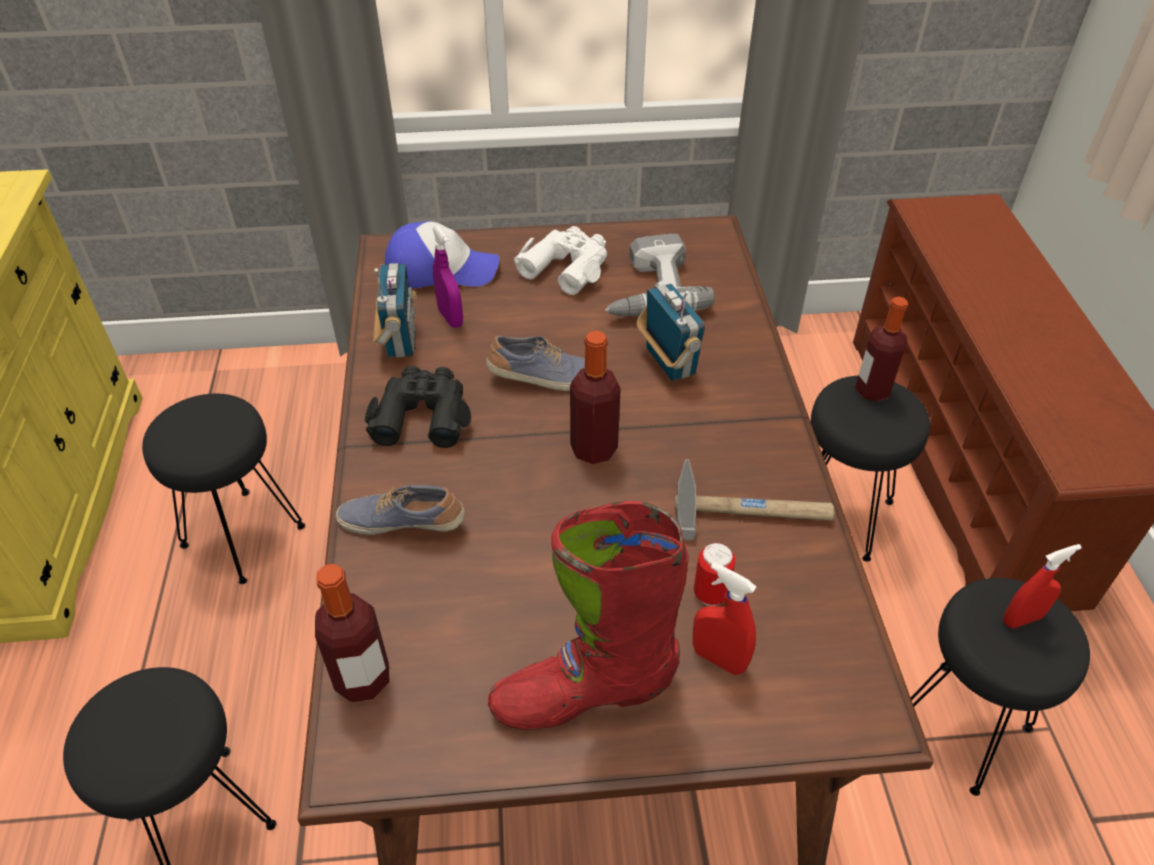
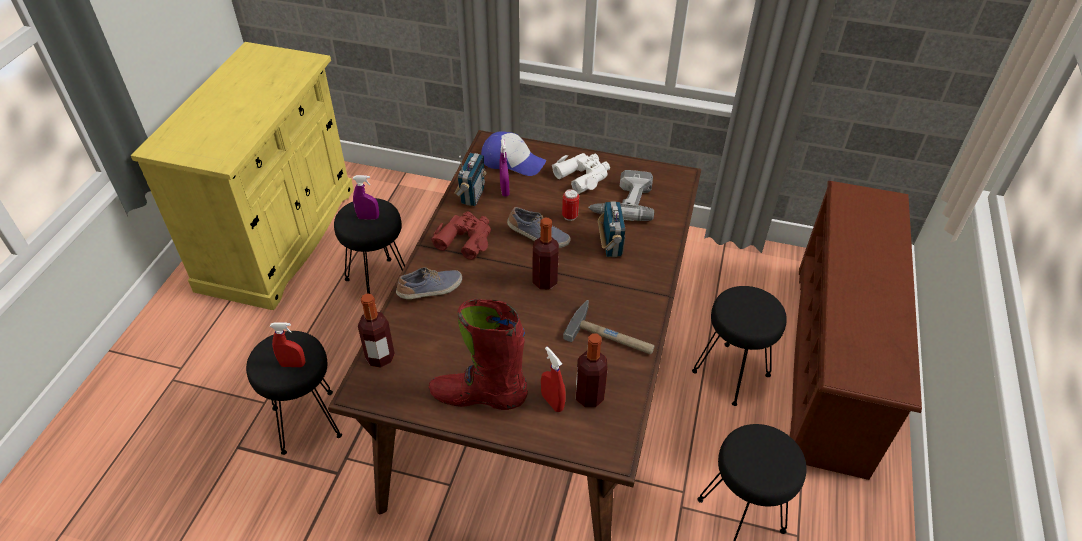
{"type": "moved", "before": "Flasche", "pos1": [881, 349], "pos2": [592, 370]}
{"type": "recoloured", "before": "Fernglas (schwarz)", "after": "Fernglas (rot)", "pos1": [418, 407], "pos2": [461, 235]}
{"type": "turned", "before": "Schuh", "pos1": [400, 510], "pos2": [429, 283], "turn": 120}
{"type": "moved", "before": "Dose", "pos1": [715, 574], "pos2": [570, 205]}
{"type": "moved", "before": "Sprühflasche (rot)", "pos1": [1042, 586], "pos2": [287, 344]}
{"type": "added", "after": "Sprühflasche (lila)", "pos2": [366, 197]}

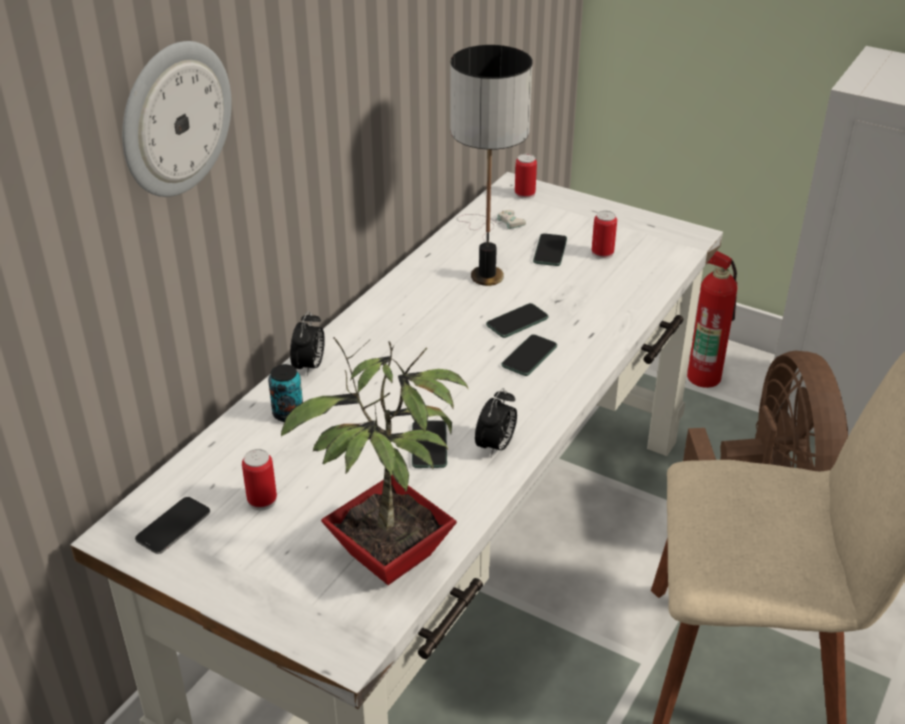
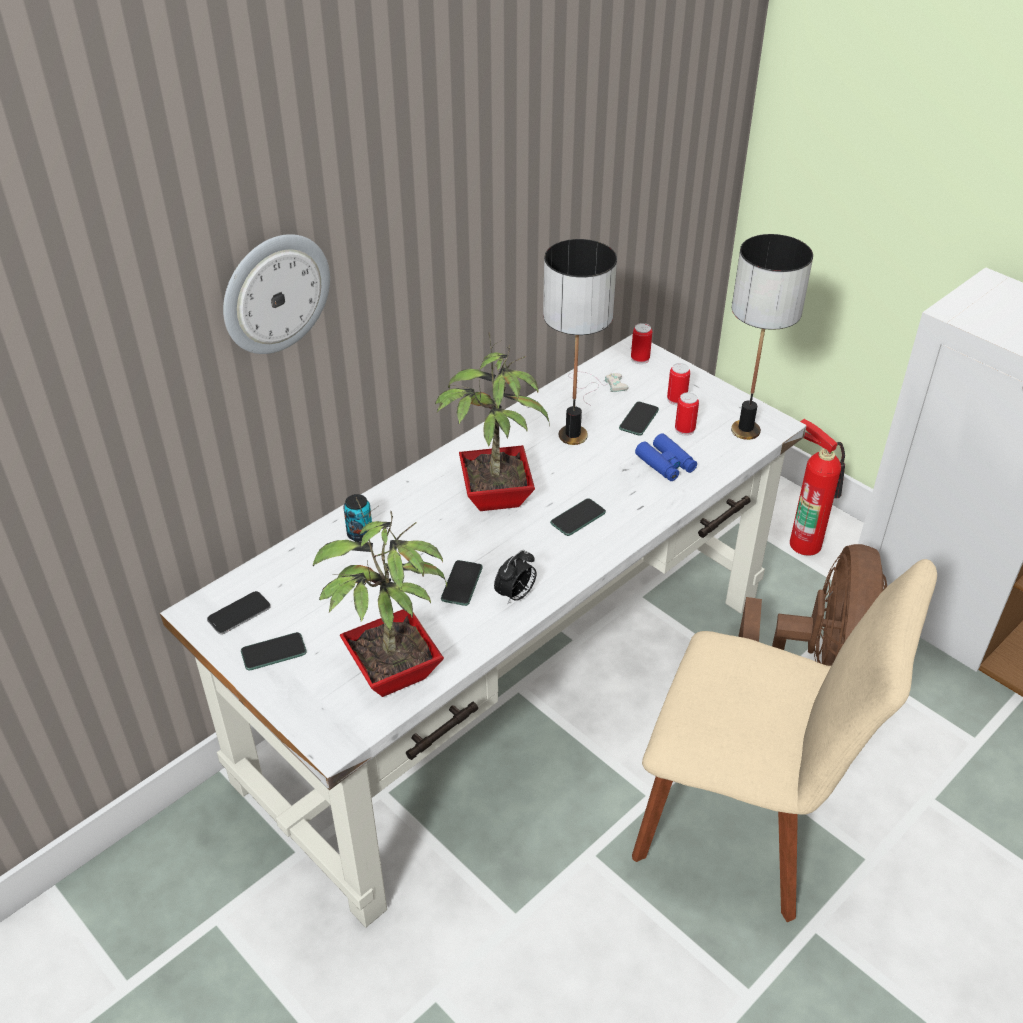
{"type": "moved", "before": "Handy", "pos1": [517, 320], "pos2": [274, 651]}
{"type": "removed", "before": "Wecker", "pos1": [307, 344]}
{"type": "moved", "before": "Dose", "pos1": [259, 479], "pos2": [678, 384]}
{"type": "added", "after": "Tischlampe", "pos2": [772, 337]}
{"type": "added", "after": "Topfpflanze", "pos2": [492, 422]}
{"type": "added", "after": "Fernglas (blau)", "pos2": [666, 457]}

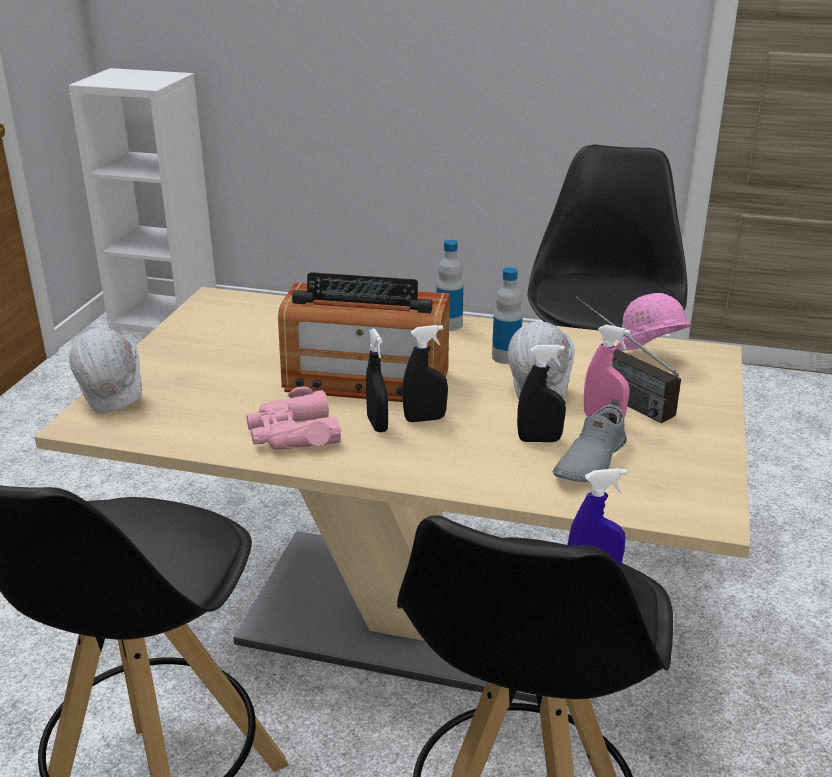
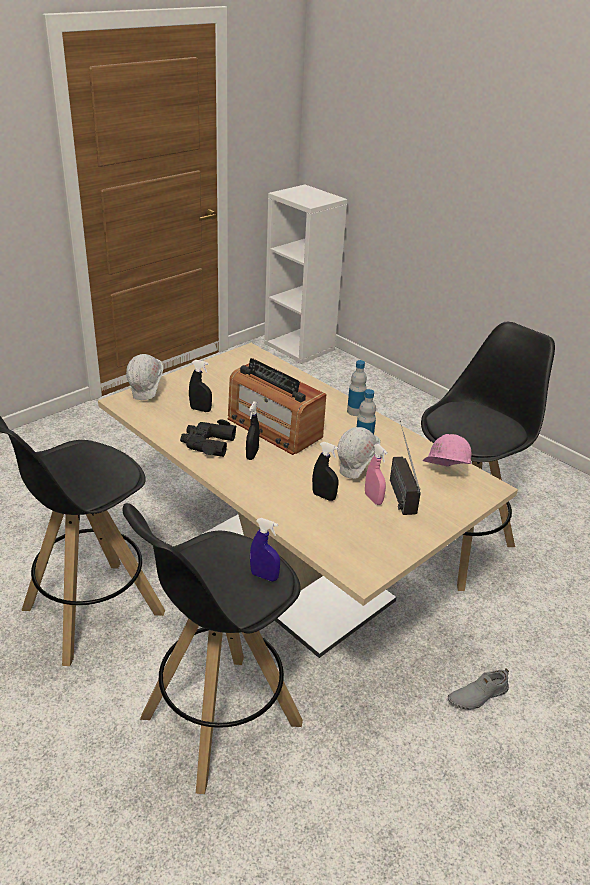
{"type": "moved", "before": "Sprühflasche (schwarz)", "pos1": [425, 373], "pos2": [200, 386]}
{"type": "recoloured", "before": "Fernglas (rosa)", "after": "Fernglas (schwarz)", "pos1": [293, 418], "pos2": [208, 438]}
{"type": "moved", "before": "Schuh (grau)", "pos1": [590, 440], "pos2": [478, 689]}

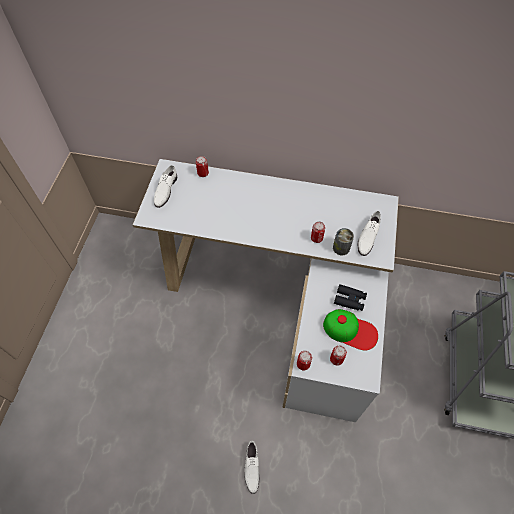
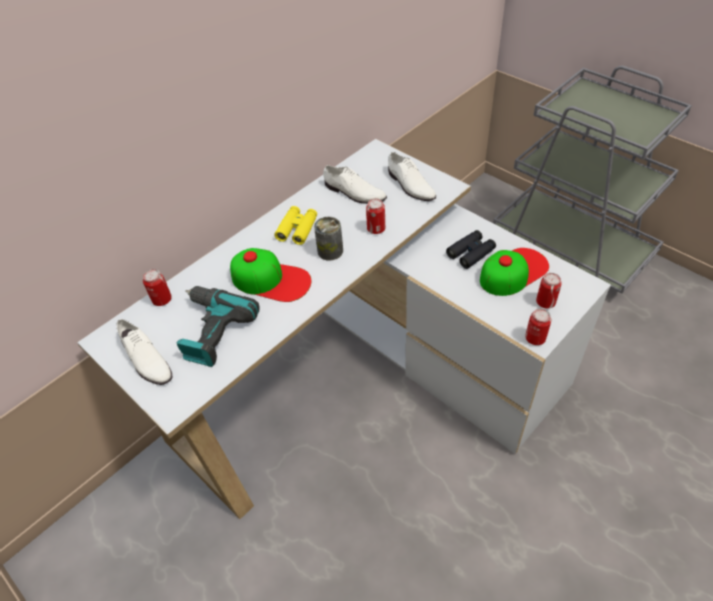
{"type": "moved", "before": "Dose", "pos1": [343, 242], "pos2": [328, 239]}
{"type": "moved", "before": "Schuh (weiß)", "pos1": [251, 467], "pos2": [355, 184]}
{"type": "added", "after": "Fernglas (gelb)", "pos2": [295, 225]}
{"type": "added", "after": "Kappe", "pos2": [270, 275]}
{"type": "added", "after": "Bohrmaschine", "pos2": [218, 326]}

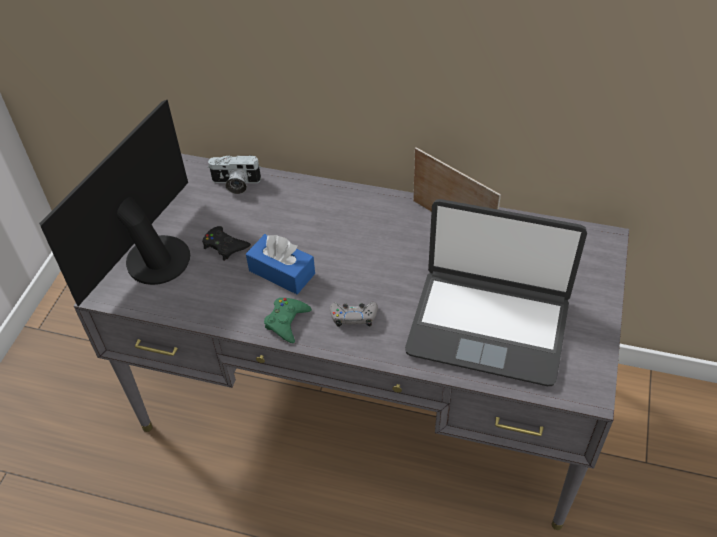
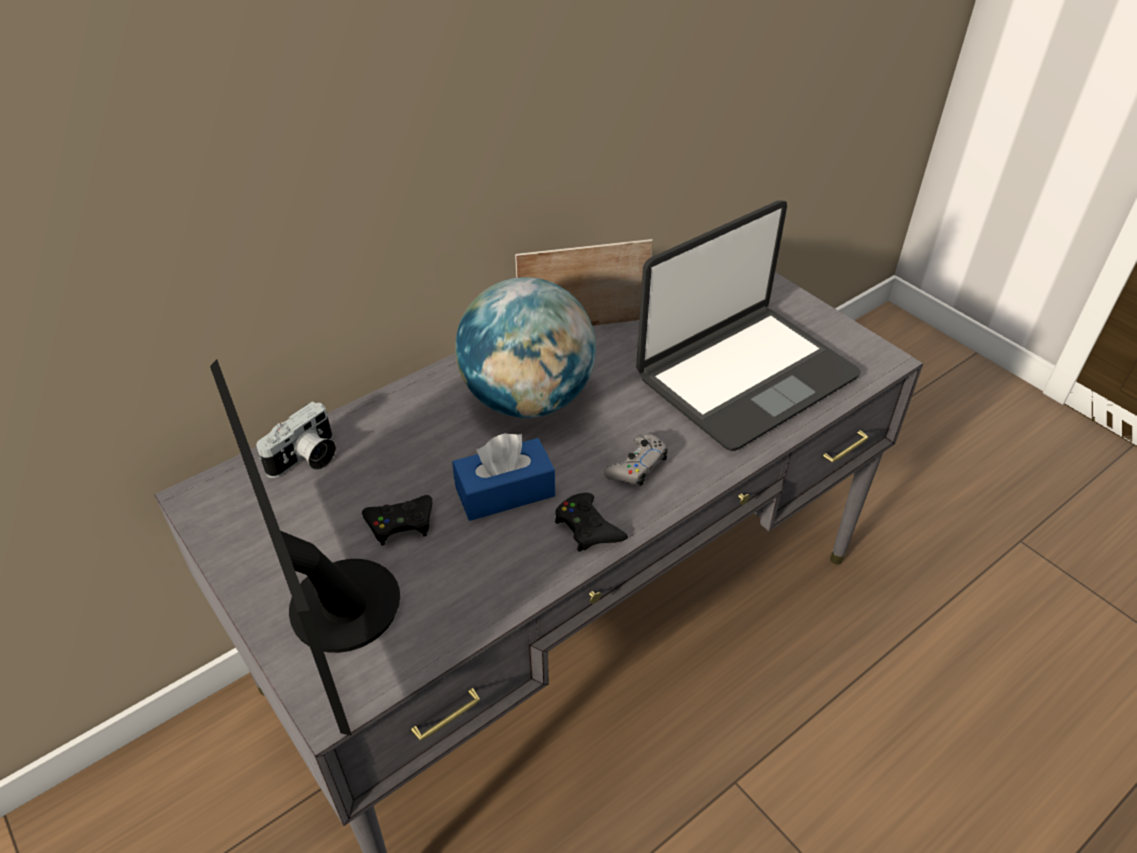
{"type": "recoloured", "before": "Gamepad (grün)", "after": "Gamepad (schwarz)", "pos1": [288, 320], "pos2": [591, 522]}
{"type": "added", "after": "Globus", "pos2": [525, 347]}

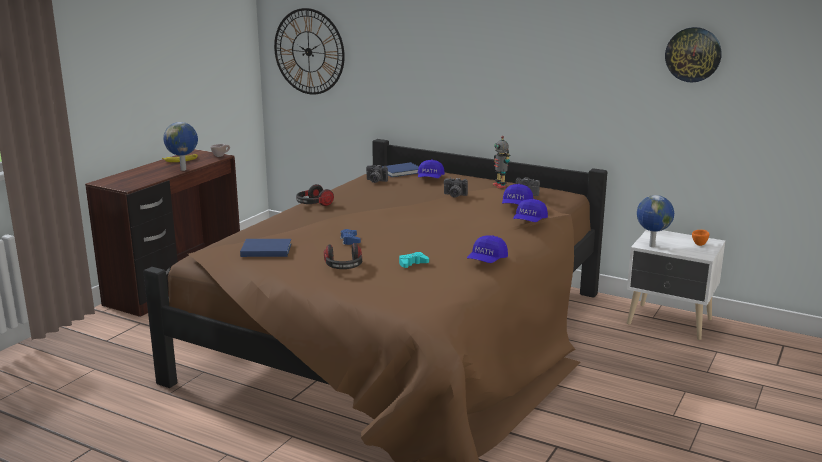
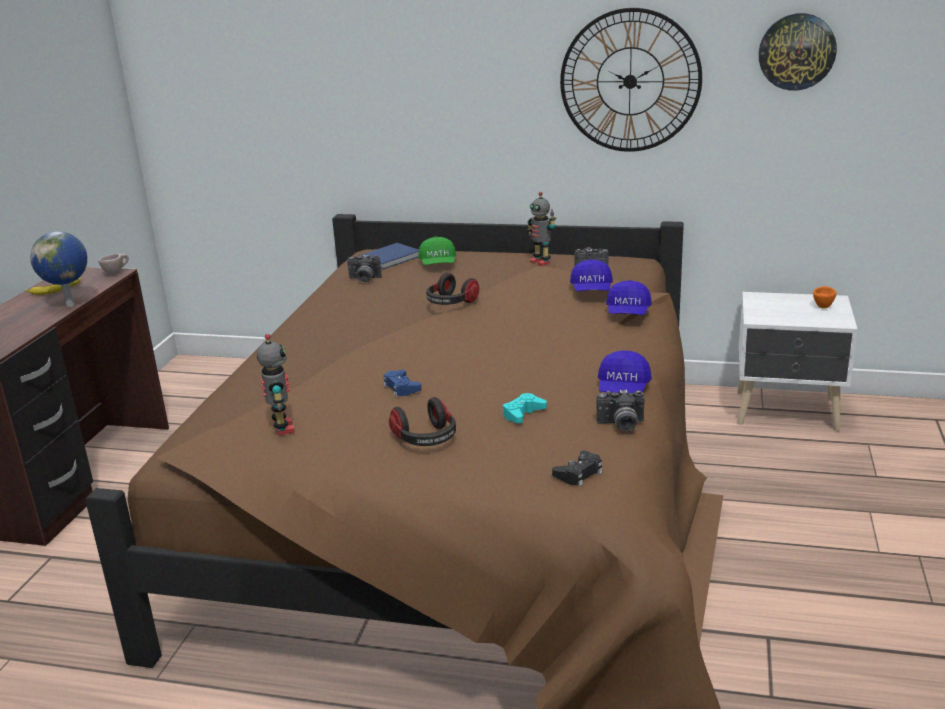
{"type": "moved", "before": "Wanduhr", "pos1": [309, 51], "pos2": [631, 80]}
{"type": "recoloured", "before": "Kappe (blau)", "after": "Kappe (grün)", "pos1": [431, 169], "pos2": [437, 250]}
{"type": "moved", "before": "Kamera", "pos1": [456, 187], "pos2": [620, 410]}
{"type": "moved", "before": "Kopfhörer", "pos1": [315, 195], "pos2": [452, 289]}
{"type": "removed", "before": "Globus", "pos1": [655, 221]}
{"type": "replaced", "before": "Buch (blau)", "after": "Spielzeugroboter", "pos1": [265, 248], "pos2": [276, 384]}
{"type": "added", "after": "Gamepad (schwarz)", "pos2": [577, 469]}

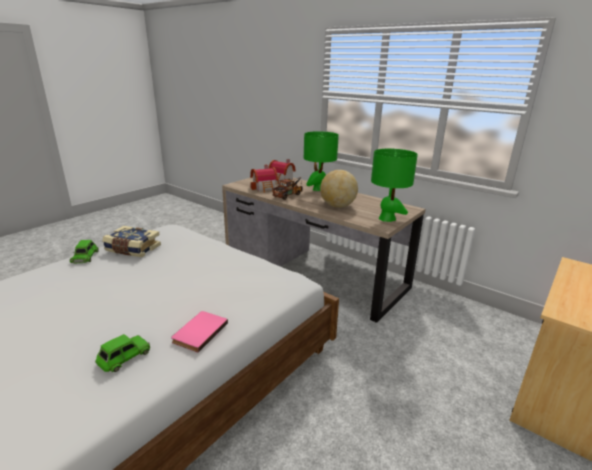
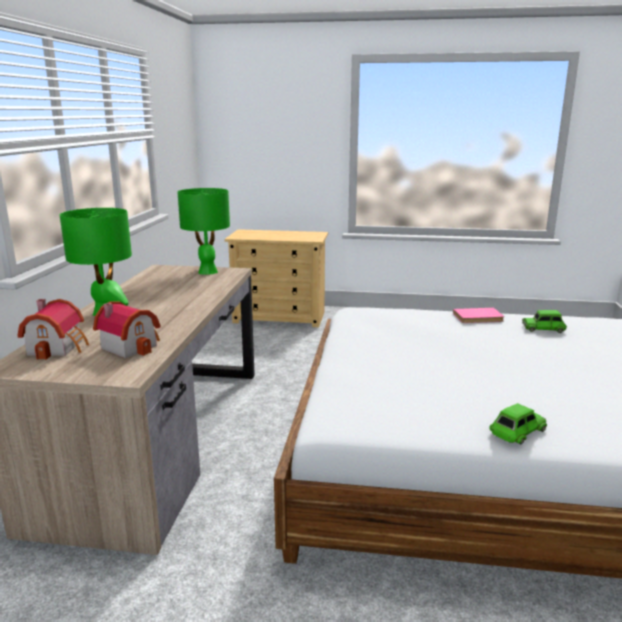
{"type": "removed", "before": "Globus", "pos1": [339, 189]}
{"type": "removed", "before": "Spielzeuglaster", "pos1": [287, 188]}
{"type": "removed", "before": "Buch", "pos1": [131, 241]}

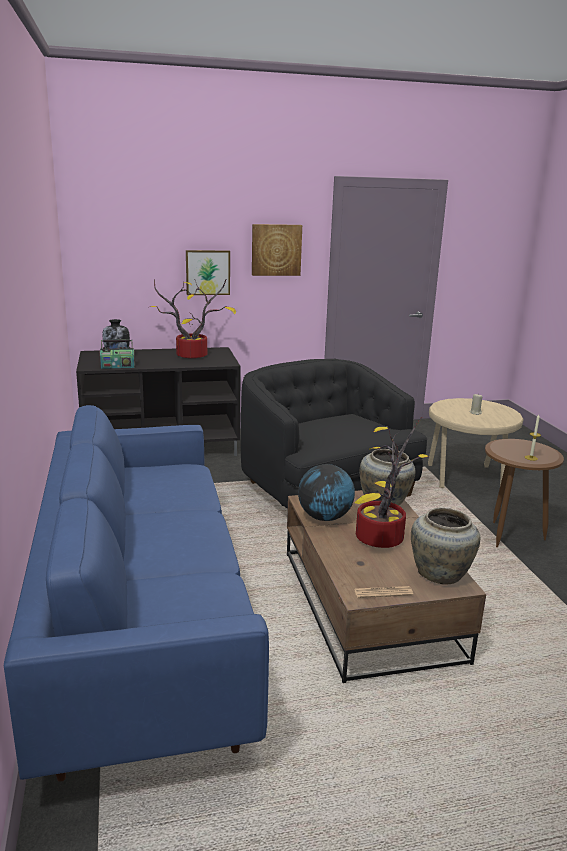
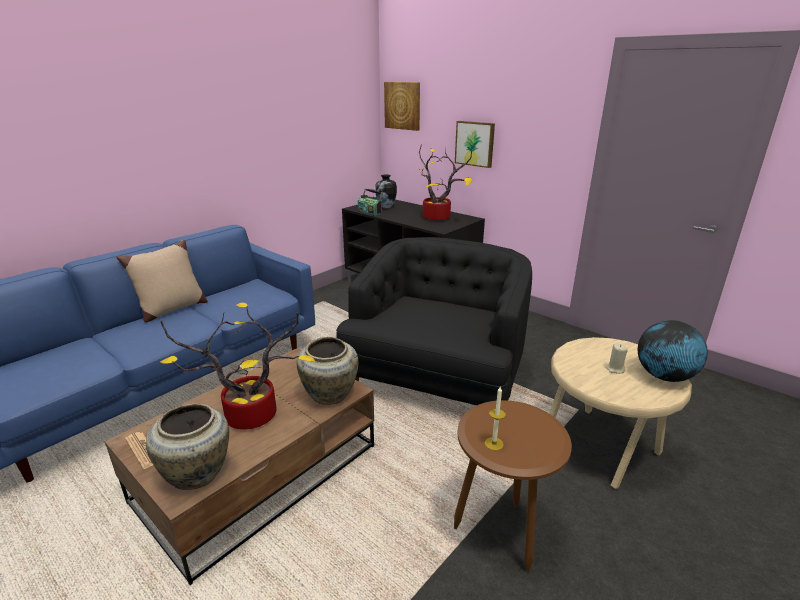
{"type": "moved", "before": "Bild", "pos1": [277, 250], "pos2": [402, 106]}
{"type": "moved", "before": "Globus", "pos1": [326, 492], "pos2": [672, 351]}
{"type": "added", "after": "Kissen (beige)", "pos2": [162, 281]}

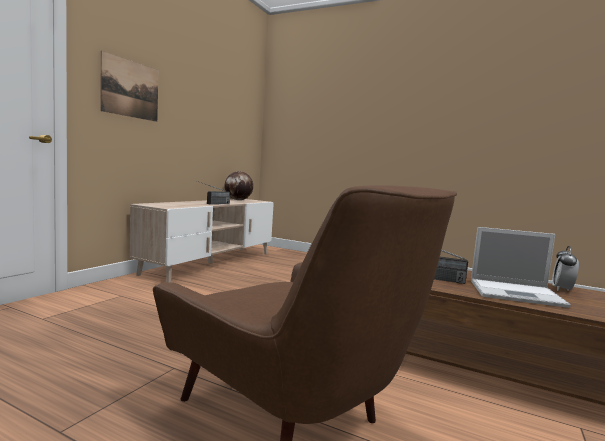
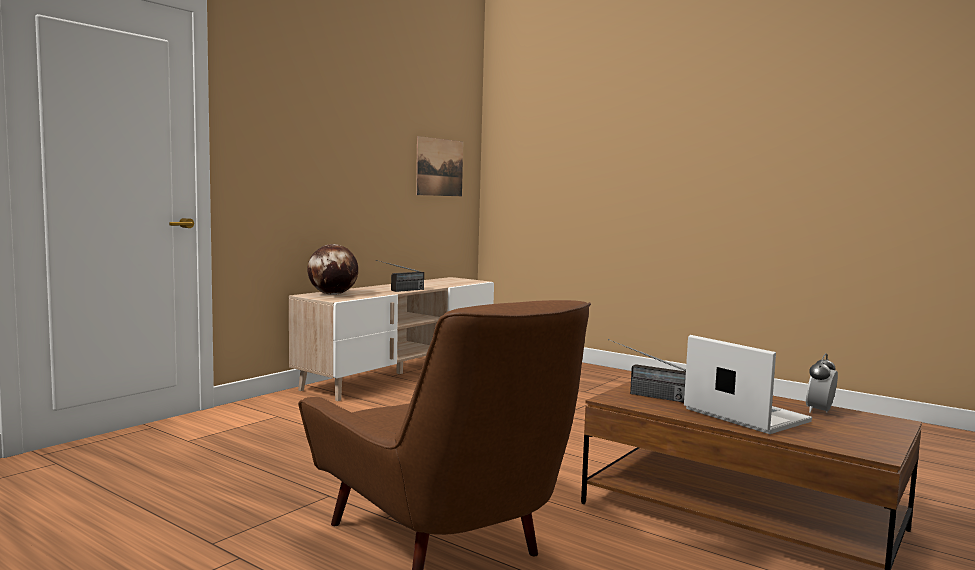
{"type": "moved", "before": "Bild", "pos1": [129, 86], "pos2": [439, 166]}
{"type": "moved", "before": "Globus", "pos1": [238, 185], "pos2": [332, 269]}
{"type": "turned", "before": "Laptop", "pos1": [521, 267], "pos2": [748, 384], "turn": -150}

